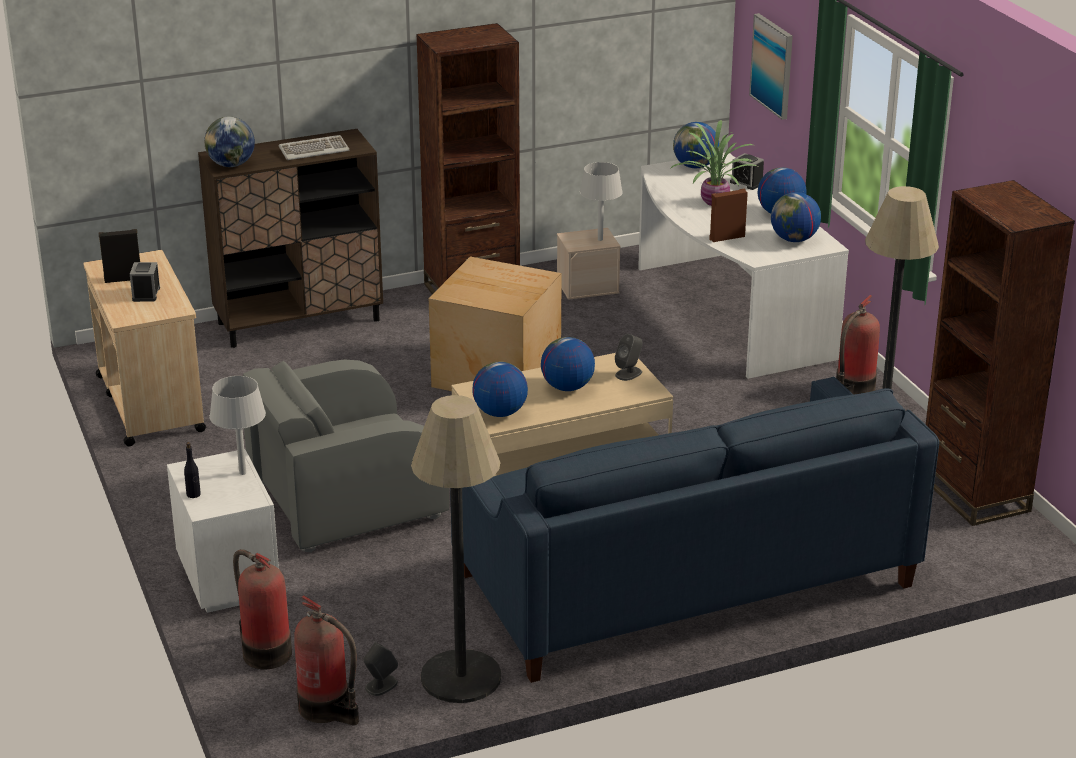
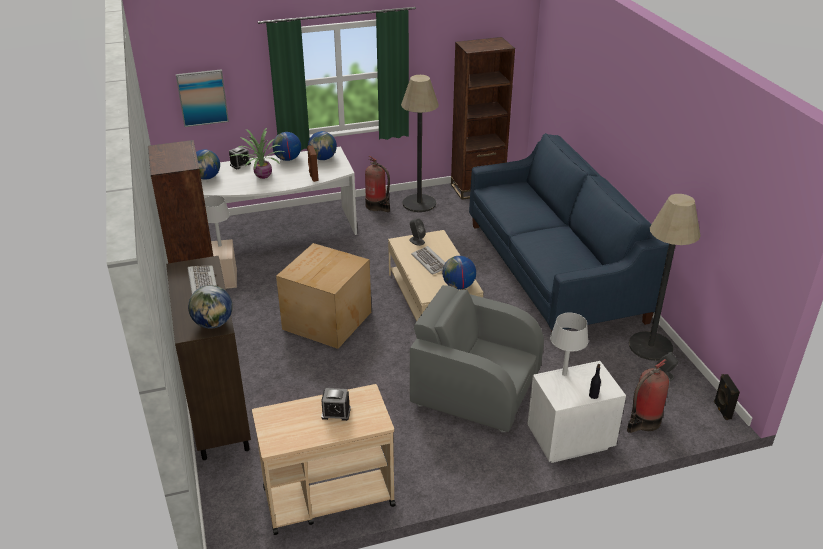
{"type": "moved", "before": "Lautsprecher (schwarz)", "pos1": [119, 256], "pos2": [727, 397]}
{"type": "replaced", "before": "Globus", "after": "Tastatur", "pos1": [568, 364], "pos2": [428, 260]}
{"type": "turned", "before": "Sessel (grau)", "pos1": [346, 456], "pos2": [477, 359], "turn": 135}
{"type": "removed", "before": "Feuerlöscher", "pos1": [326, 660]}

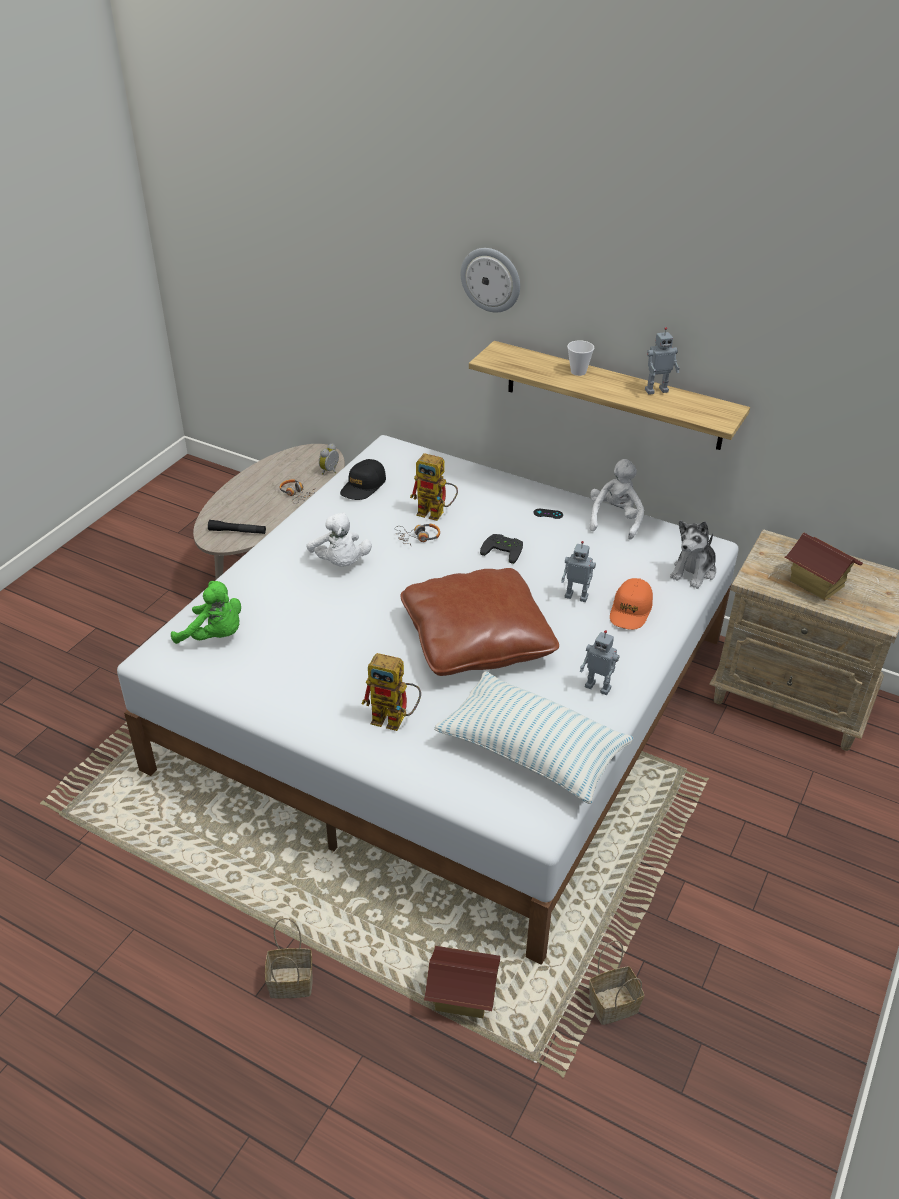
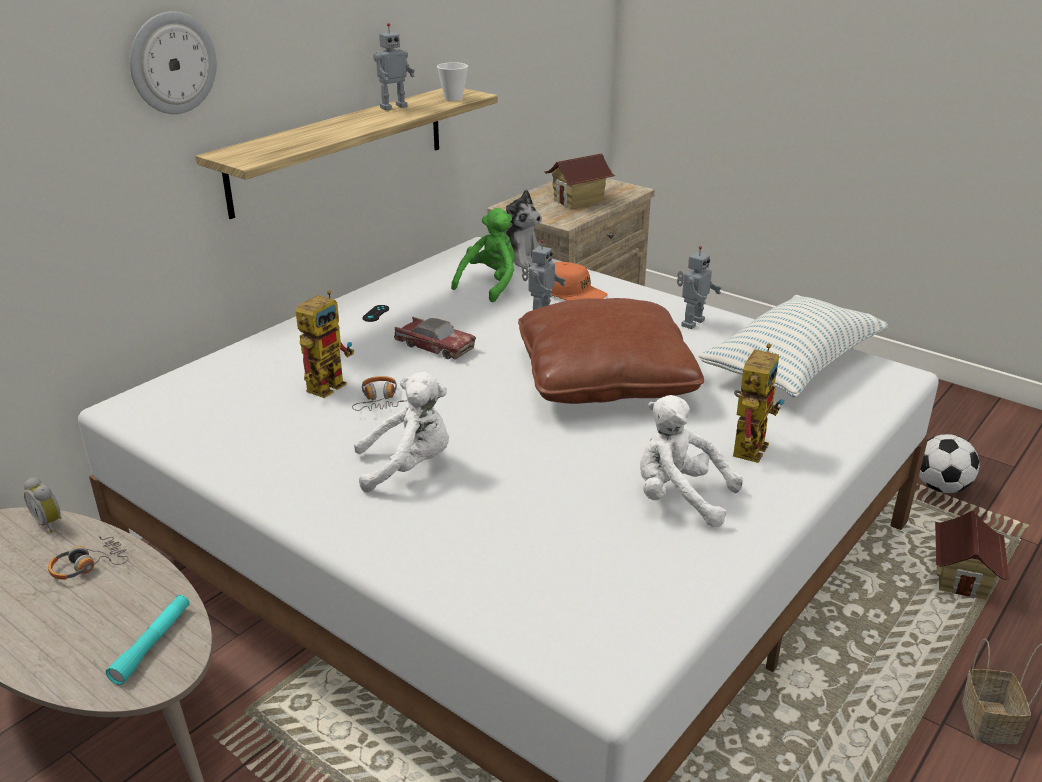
{"type": "turned", "before": "Spielzeugroboter", "pos1": [662, 361], "pos2": [394, 66], "turn": 60}
{"type": "moved", "before": "Tasse", "pos1": [580, 358], "pos2": [452, 81]}
{"type": "removed", "before": "Kappe (schwarz)", "pos1": [363, 479]}
{"type": "moved", "before": "Plüschtier (weiß)", "pos1": [616, 499], "pos2": [691, 461]}
{"type": "recoloured", "before": "Taschenlampe (schwarz)", "after": "Taschenlampe (türkis)", "pos1": [237, 527], "pos2": [147, 640]}
{"type": "replaced", "before": "Gamepad (schwarz)", "after": "Spielzeugauto", "pos1": [501, 549], "pos2": [435, 338]}
{"type": "moved", "before": "Plüschtier (grün)", "pos1": [206, 612], "pos2": [483, 255]}
{"type": "replaced", "before": "Korb", "after": "Fußball", "pos1": [616, 982], "pos2": [949, 463]}

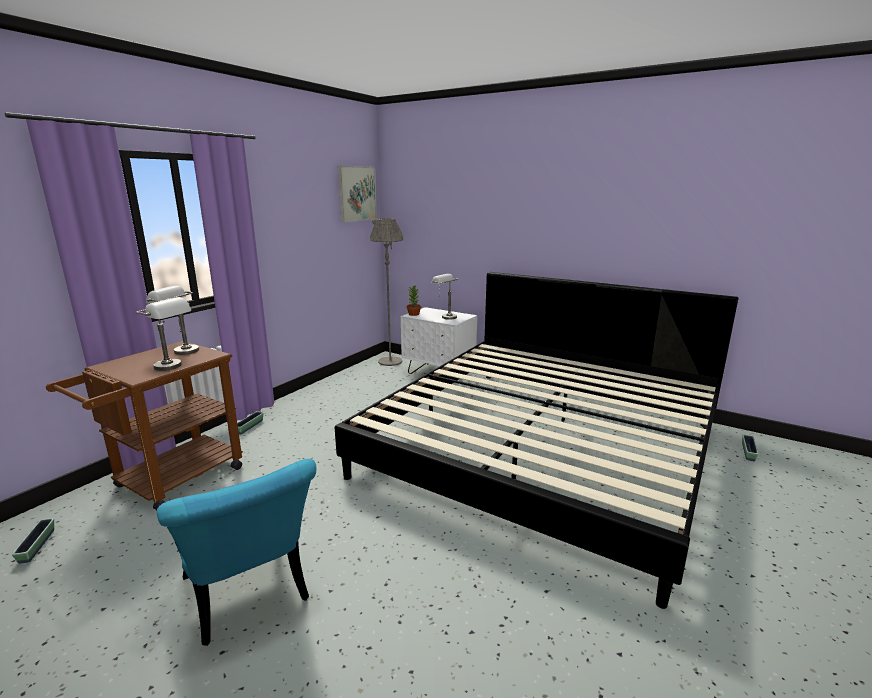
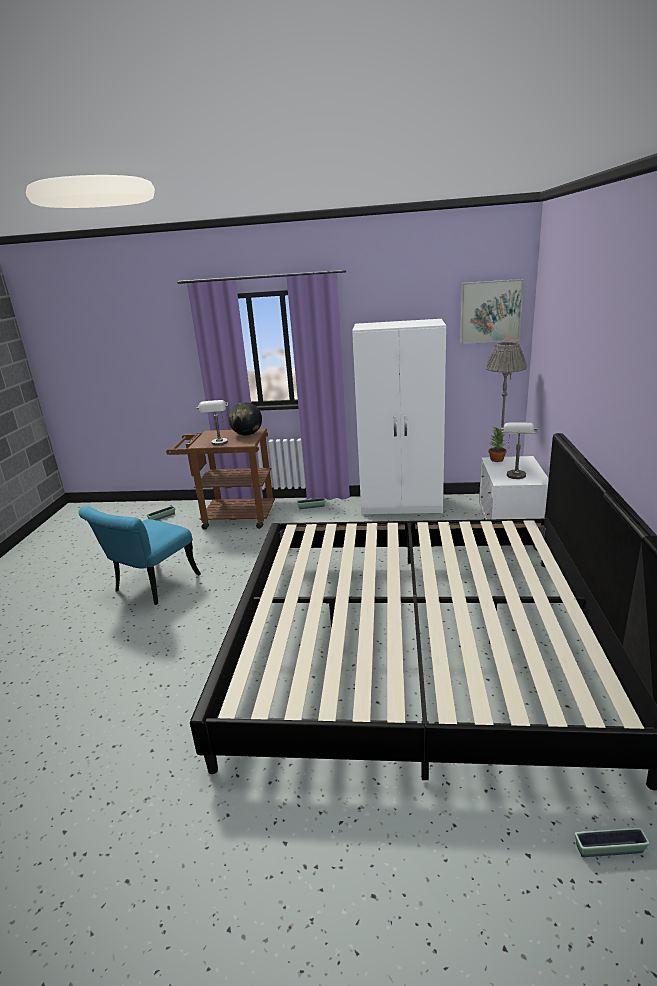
{"type": "replaced", "before": "Tischlampe (grau)", "after": "Globus", "pos1": [172, 320], "pos2": [245, 419]}
{"type": "added", "after": "Kleiderschrank (weiß)", "pos2": [399, 417]}

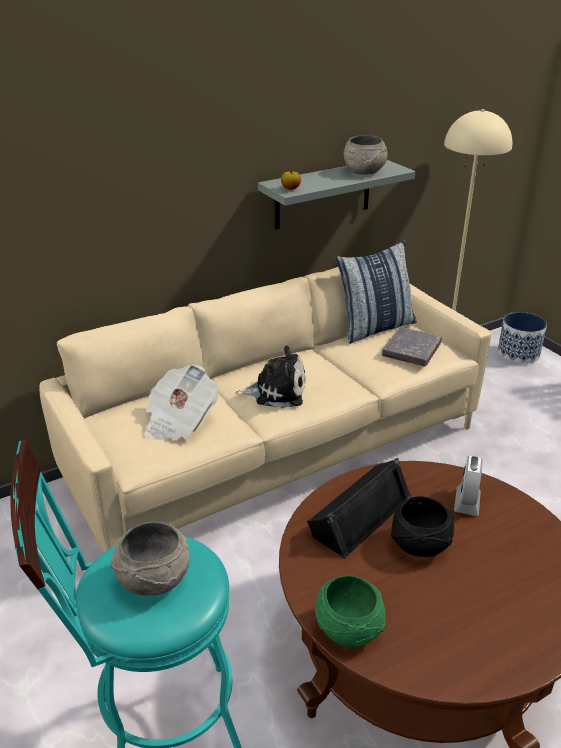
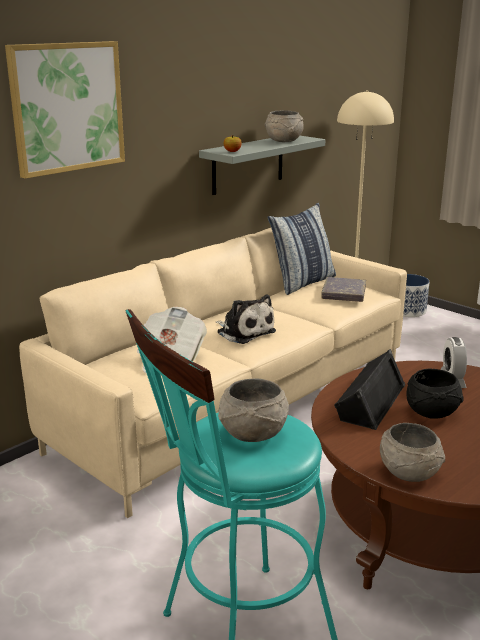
{"type": "turned", "before": "Plüschtier", "pos1": [271, 377], "pos2": [246, 319], "turn": 60}
{"type": "recoloured", "before": "Schüssel (grün)", "after": "Schüssel (grau)", "pos1": [350, 611], "pos2": [412, 452]}
{"type": "added", "after": "Bild", "pos2": [65, 110]}

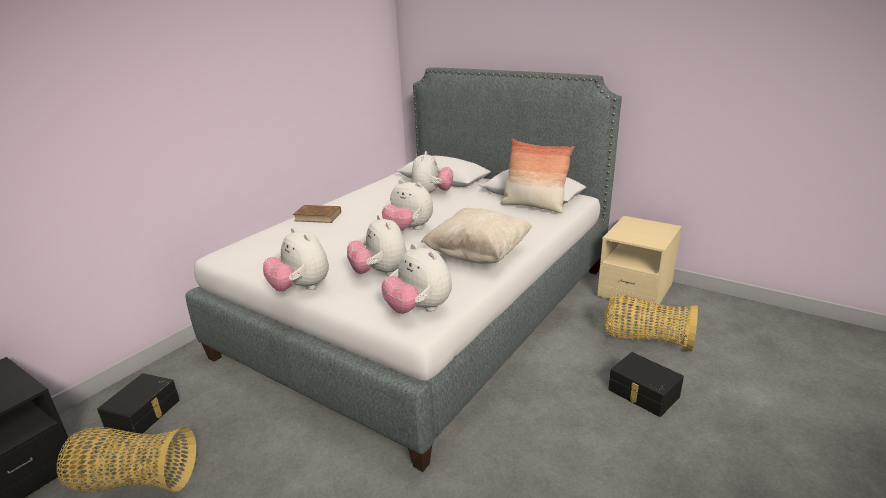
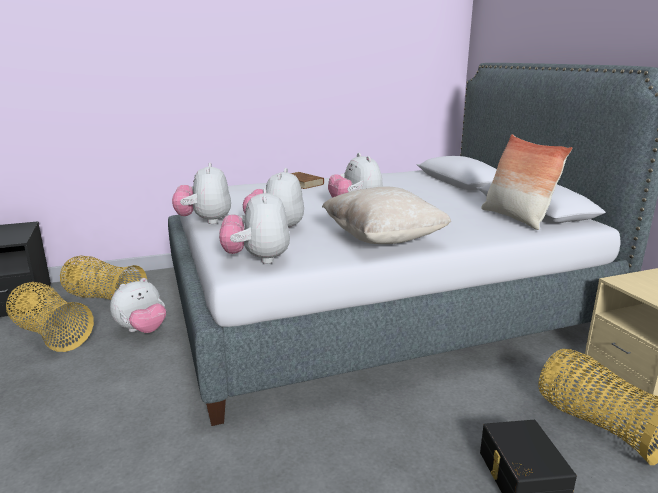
{"type": "moved", "before": "Plüschtier", "pos1": [432, 172], "pos2": [138, 305]}
{"type": "replaced", "before": "Aufbewahrungsbox (schwarz)", "after": "Korb", "pos1": [138, 405], "pos2": [103, 278]}

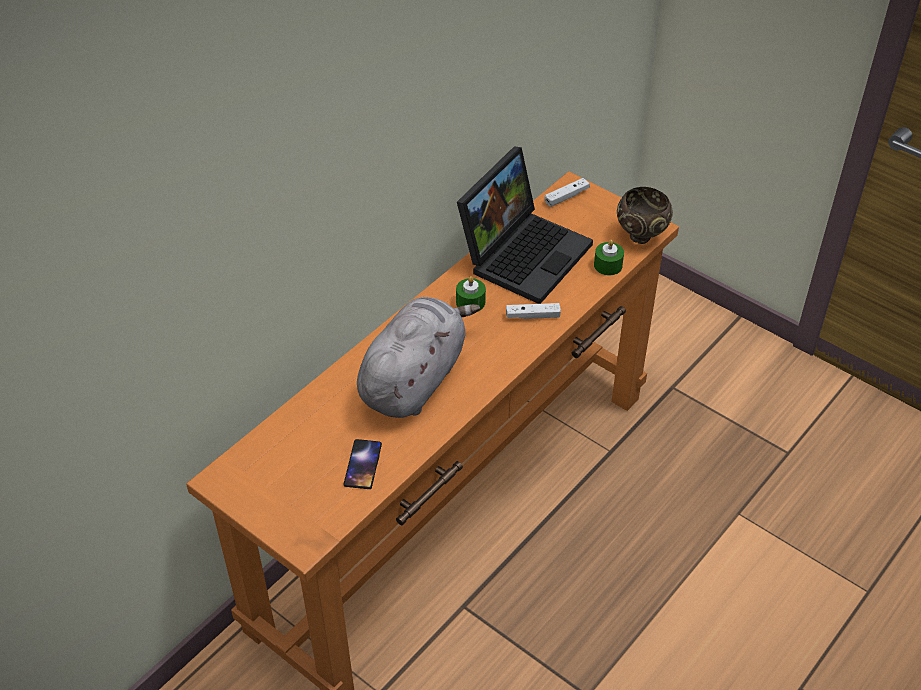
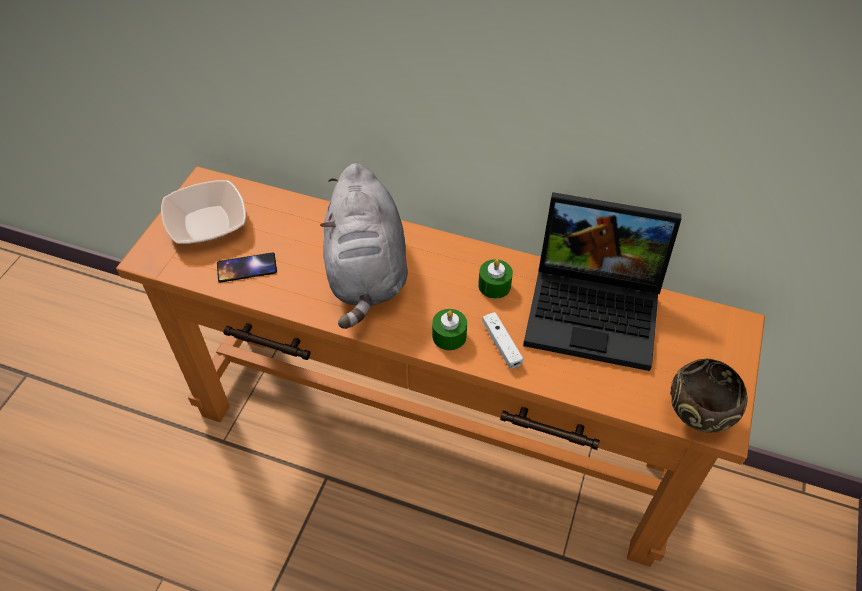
{"type": "removed", "before": "Gamepad (weiß)", "pos1": [567, 192]}
{"type": "moved", "before": "Kerze (grün)", "pos1": [609, 257], "pos2": [449, 329]}
{"type": "turned", "before": "Plüschtier (grau)", "pos1": [418, 357], "pos2": [364, 246], "turn": 75}
{"type": "added", "after": "Schüssel", "pos2": [203, 212]}

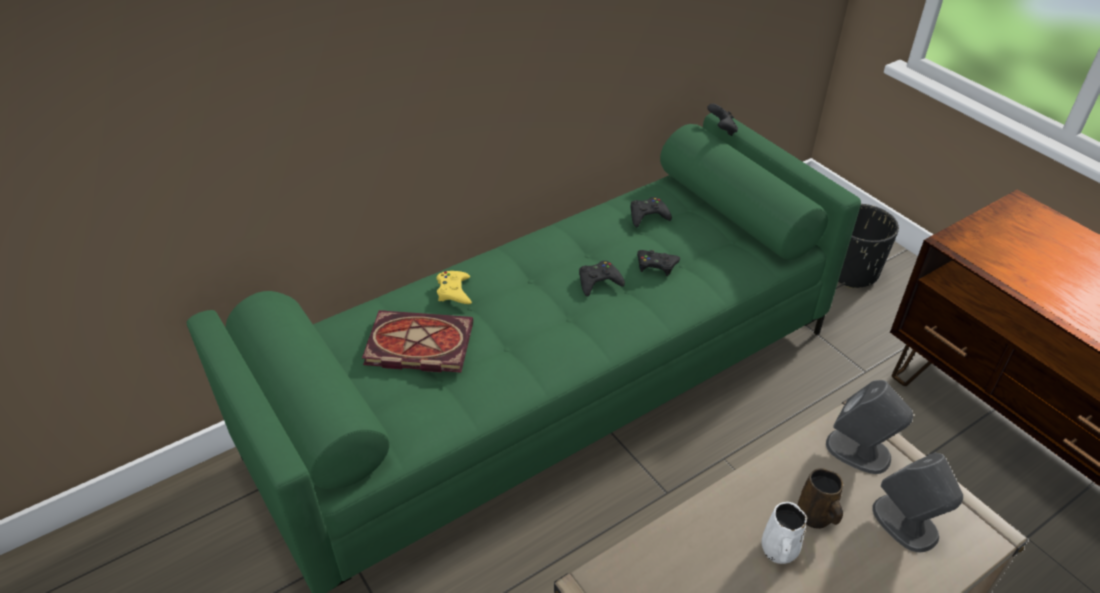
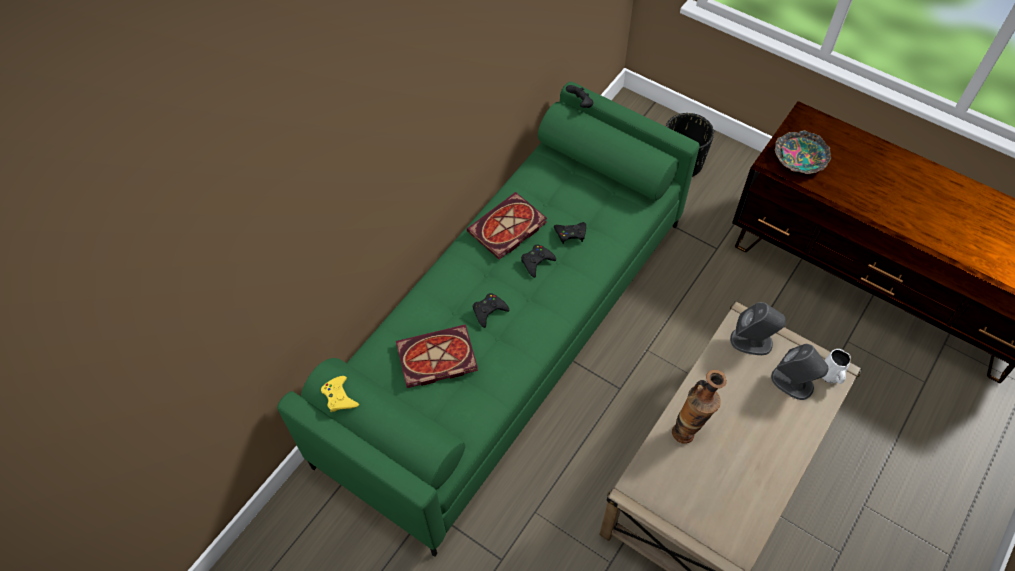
{"type": "moved", "before": "Gamepad (schwarz)", "pos1": [651, 212], "pos2": [491, 310]}
{"type": "moved", "before": "Gamepad (gelb)", "pos1": [454, 287], "pos2": [340, 394]}
{"type": "removed", "before": "Henkelbecher (braun)", "pos1": [820, 498]}
{"type": "moved", "before": "Henkelbecher (weiß)", "pos1": [784, 533], "pos2": [836, 366]}
{"type": "added", "after": "Schüssel", "pos2": [803, 152]}
{"type": "added", "after": "Buch", "pos2": [507, 226]}
{"type": "added", "after": "Vase", "pos2": [699, 407]}

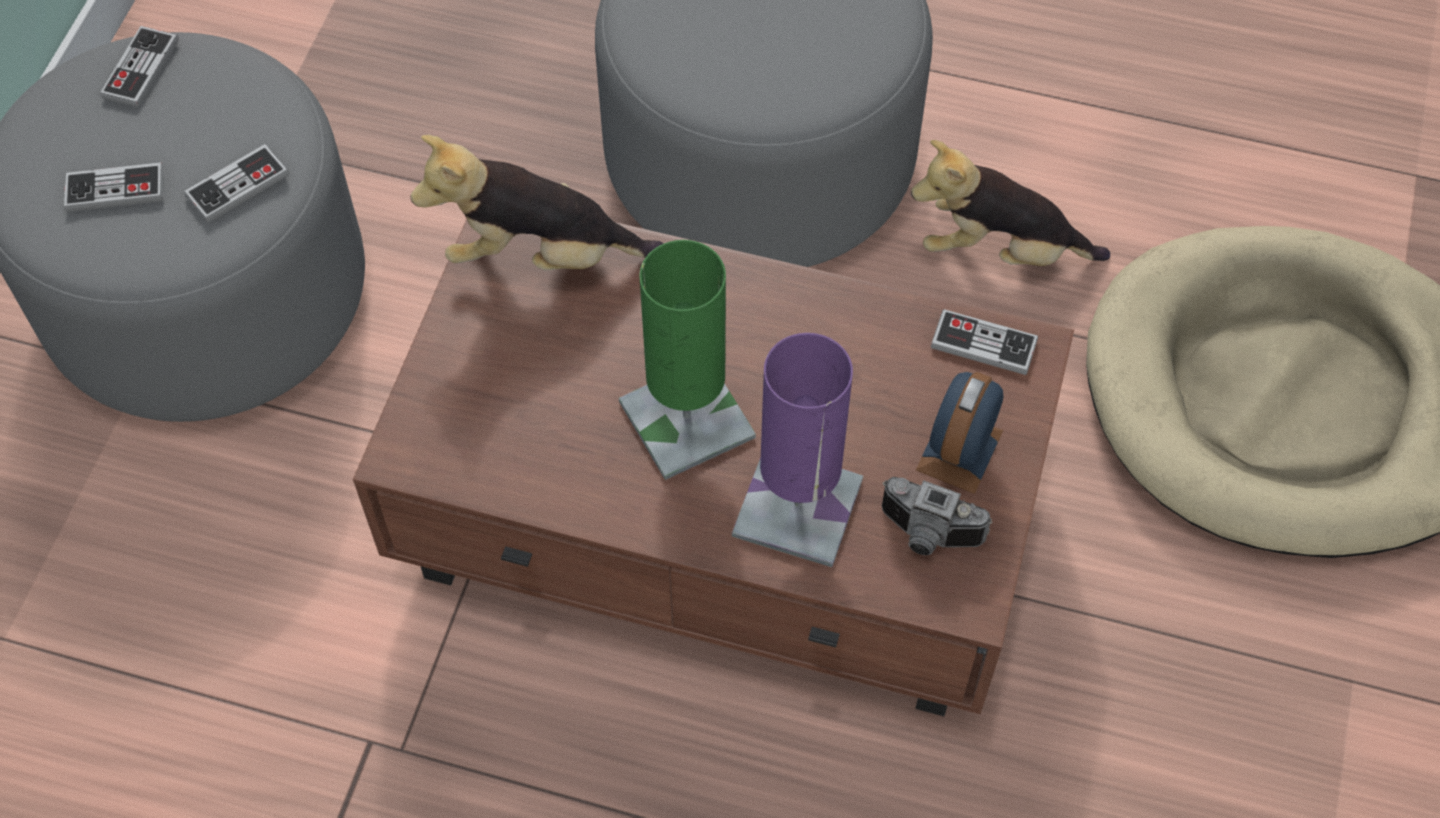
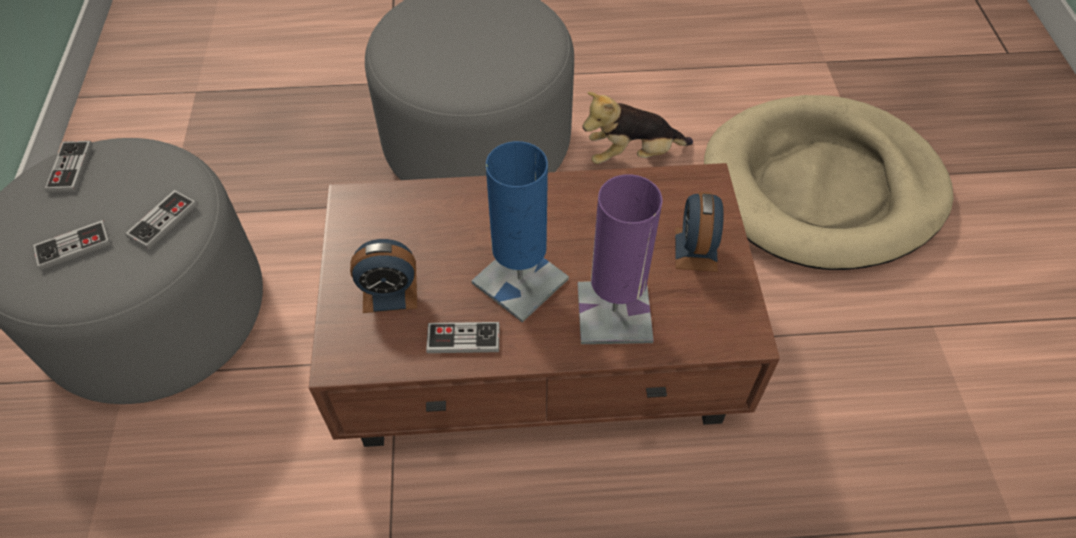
{"type": "removed", "before": "Plüschtier", "pos1": [537, 202]}
{"type": "recoloured", "before": "Tischlampe (grün)", "after": "Tischlampe (blau)", "pos1": [687, 360], "pos2": [520, 231]}
{"type": "moved", "before": "Gamepad", "pos1": [984, 342], "pos2": [463, 337]}
{"type": "removed", "before": "Kamera", "pos1": [937, 516]}
{"type": "added", "after": "Wecker", "pos2": [383, 276]}

